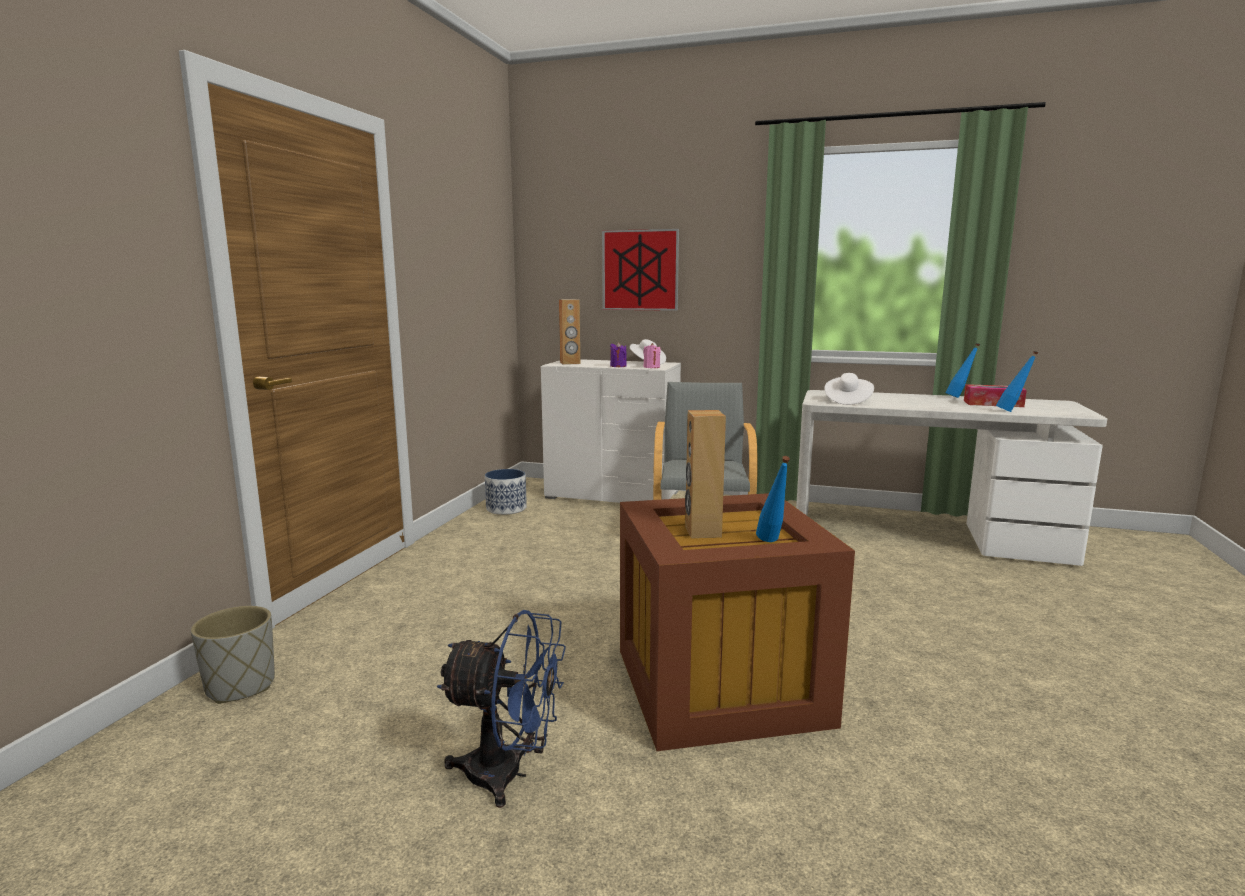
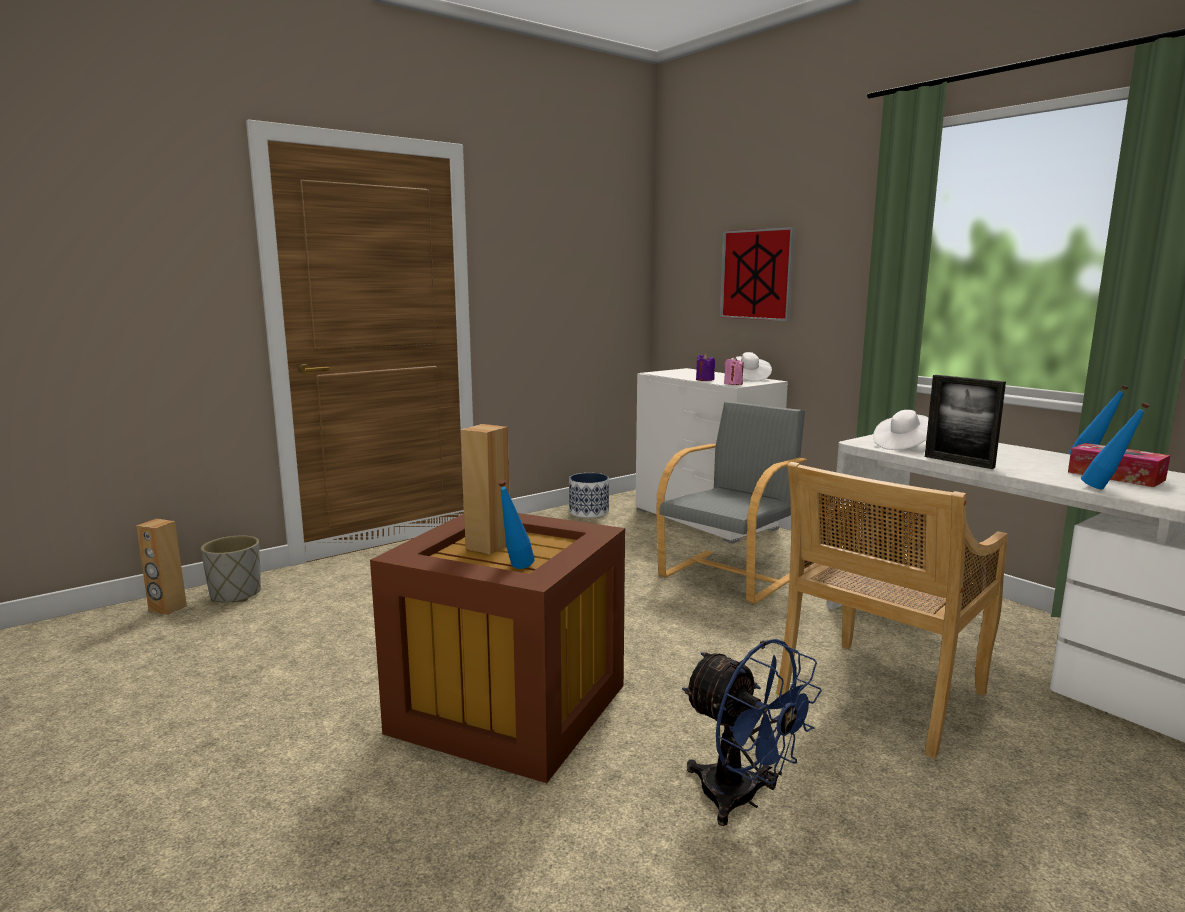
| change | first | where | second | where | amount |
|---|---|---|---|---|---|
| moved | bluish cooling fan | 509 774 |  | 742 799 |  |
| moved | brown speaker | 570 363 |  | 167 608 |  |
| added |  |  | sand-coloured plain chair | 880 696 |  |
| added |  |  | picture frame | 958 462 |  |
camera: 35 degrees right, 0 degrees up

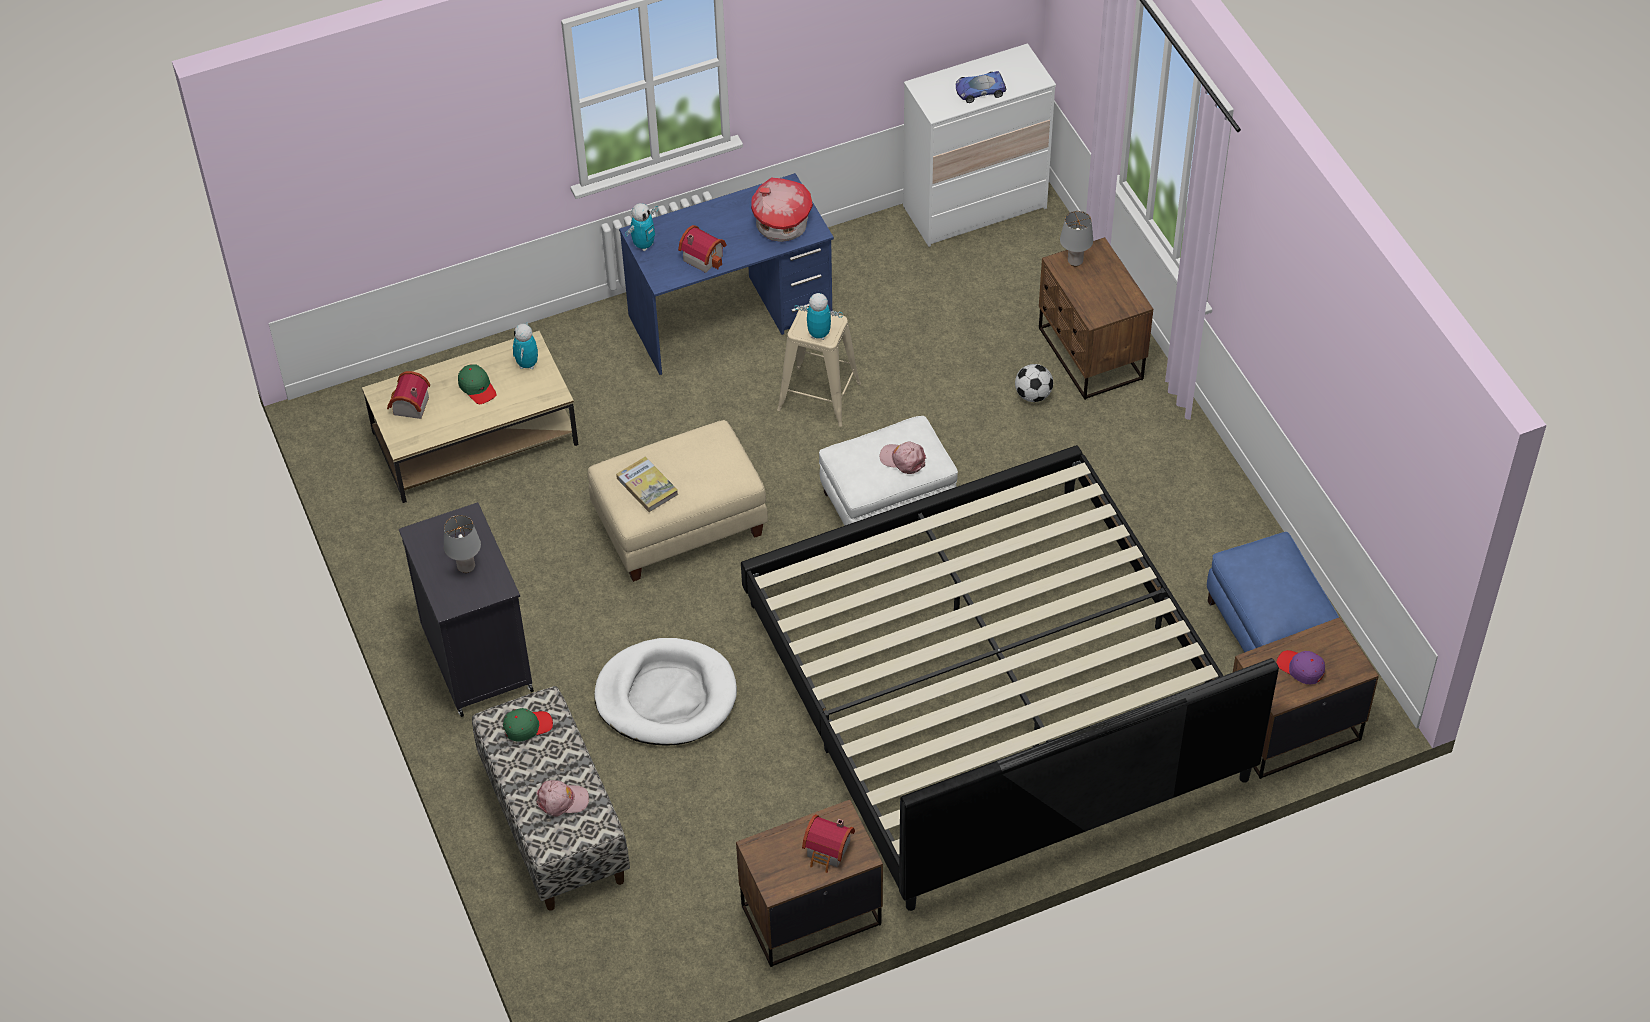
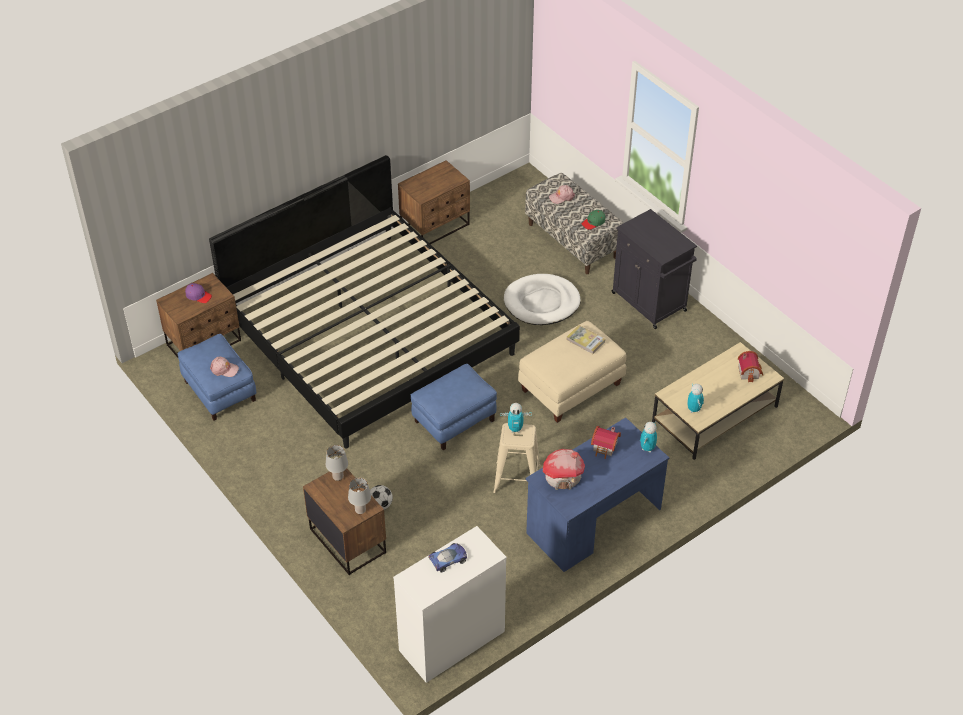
| change | first | where | second | where | amount |
|---|---|---|---|---|---|
| moved | grey tabletop lamp | 465 567 |  | 338 477 |  |
| removed | greenish cap | 477 388 |  |  |  |
| removed | model house | 828 851 |  |  |  |
| recoloured | white pouffe | 887 504 | bluish pouffe | 454 420 |  |
| moved | pink-coloured cap | 903 459 |  | 224 369 |  |
camera: 165 degrees right, 5 degrees down

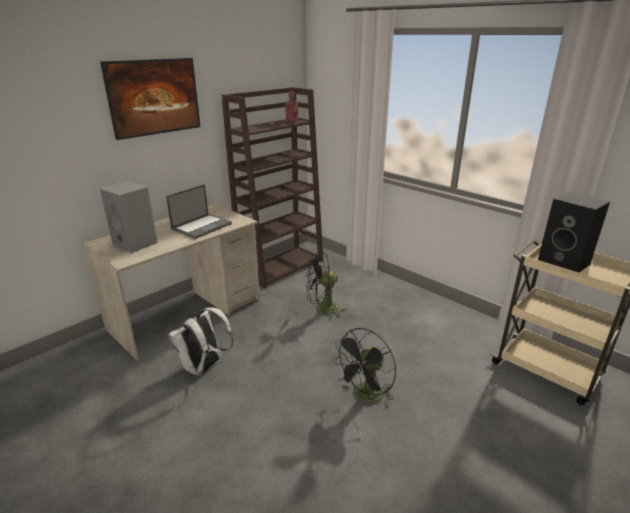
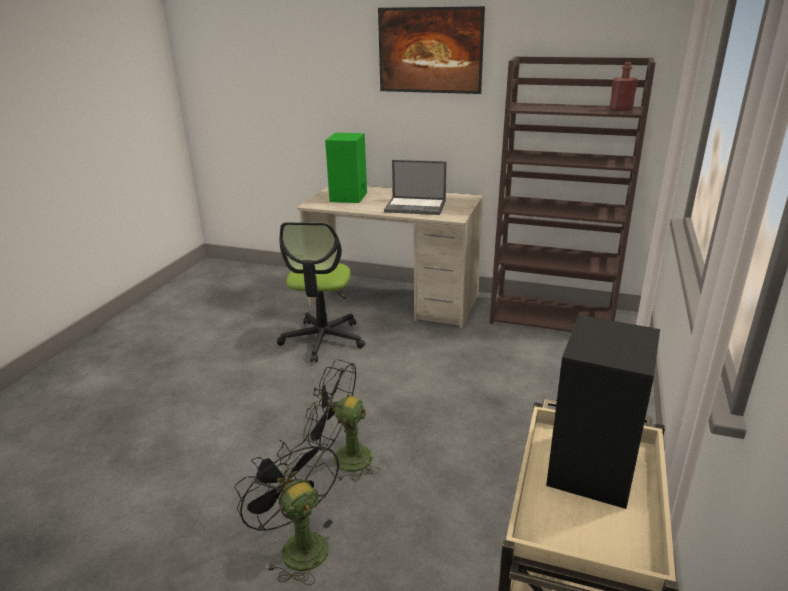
| change | first | where | second | where | amount |
|---|---|---|---|---|---|
| recoloured | grey speaker | 136 243 | greenish speaker | 349 197 |  |
| replaced | white backpack | 204 367 | office chair | 323 340 |  |
| moved | black cooling fan | 322 309 |  | 297 545 |  |
camera: 65 degrees right, 0 degrees up

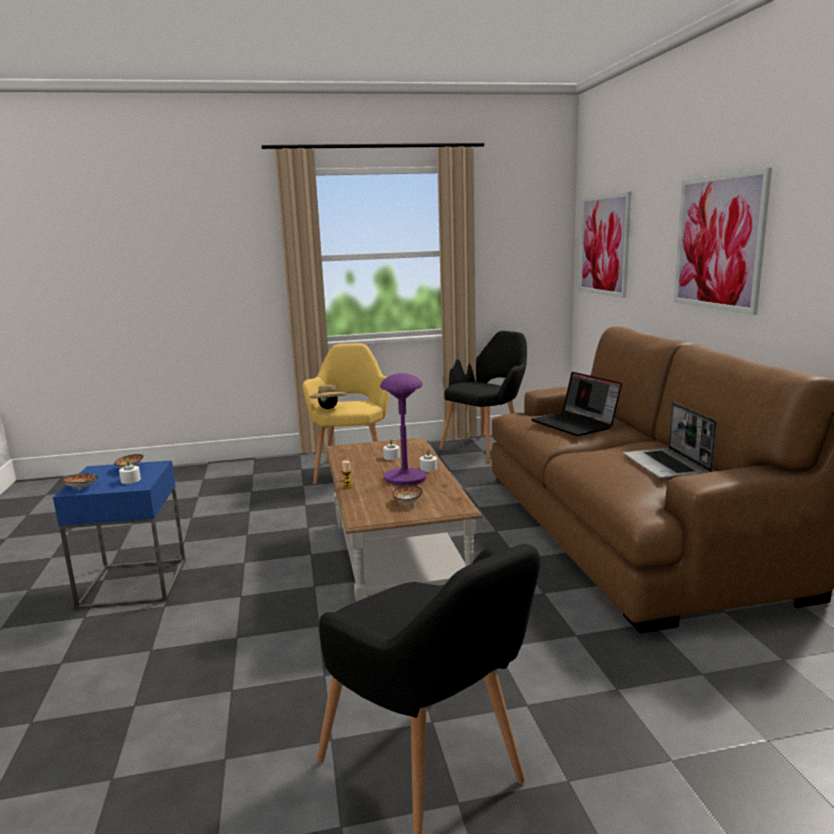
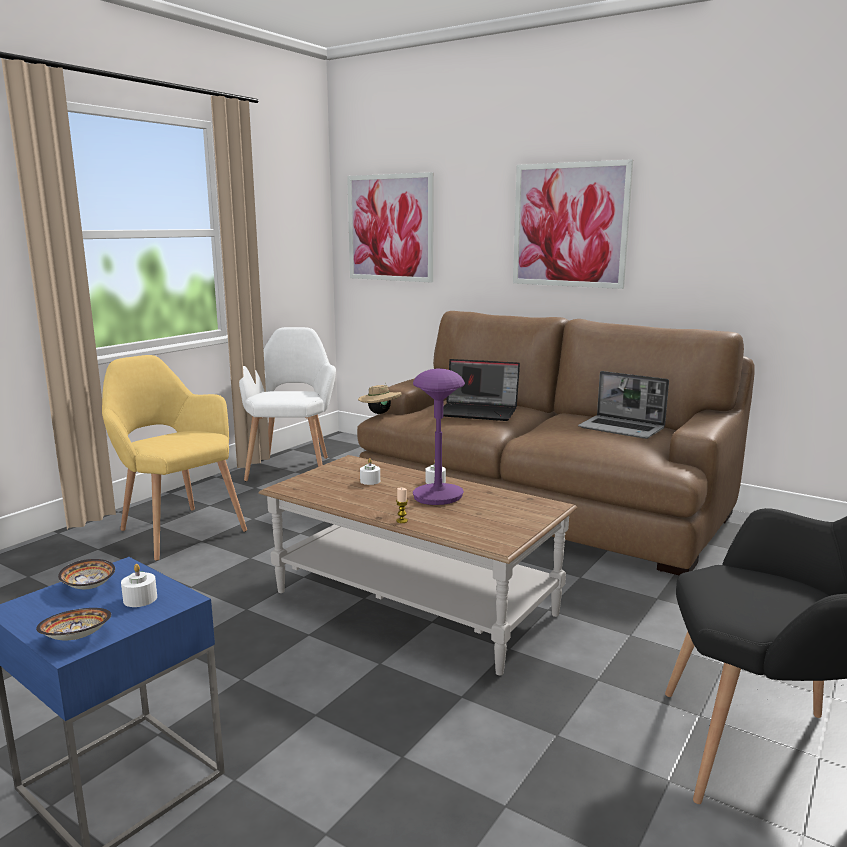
| change | first | where | second | where | amount |
|---|---|---|---|---|---|
| moved | sand-coloured wearable hat | 329 408 |  | 380 413 |  |
| removed | serving bowl | 407 502 |  |  |  |
| recoloured | black easy chair | 487 447 | white easy chair | 292 467 |  |
camera: 45 degrees left, 0 degrees up

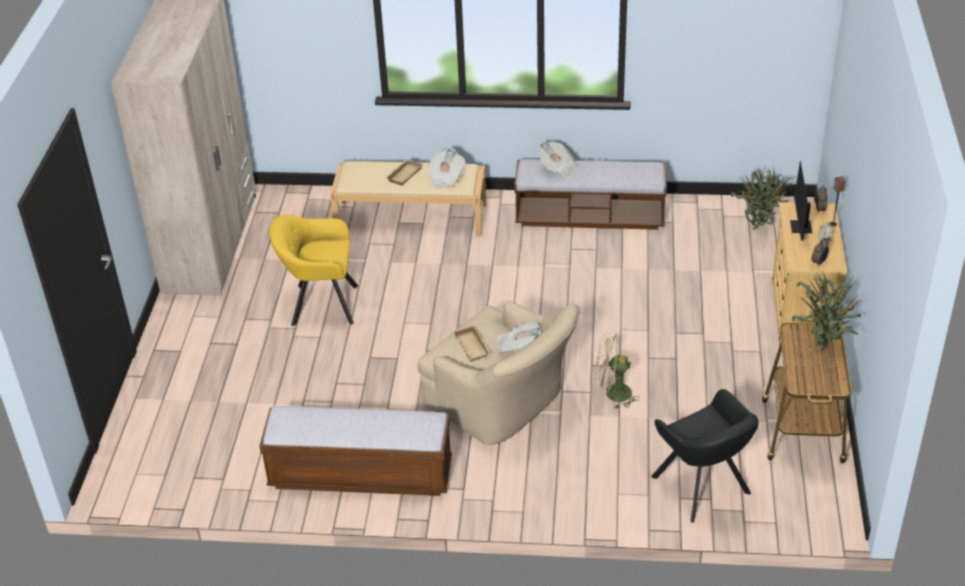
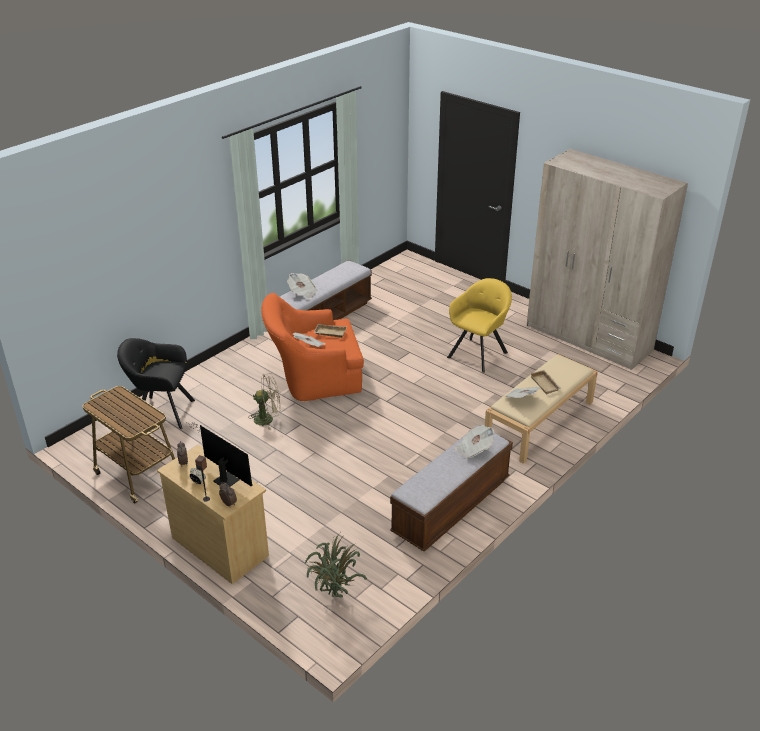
| change | first | where | second | where | amount |
|---|---|---|---|---|---|
| recoloured | sand-coloured easy chair | 503 404 | orange-coloured easy chair | 313 378 |  |
| turned | sand-coloured cooling fan | 612 394 |  | 268 419 | 45 degrees clockwise |
| removed | potted plant | 824 344 |  |  |  |
| added |  |  | daily paper | 302 293 |  |
camera: 125 degrees right, 5 degrees down

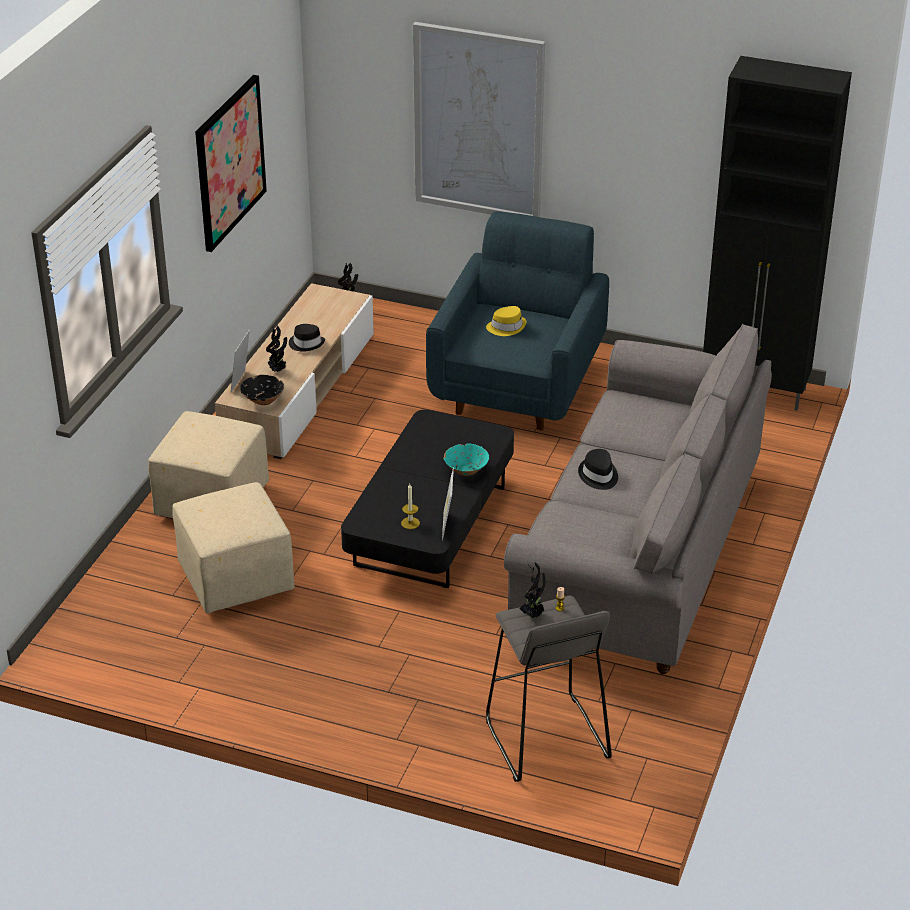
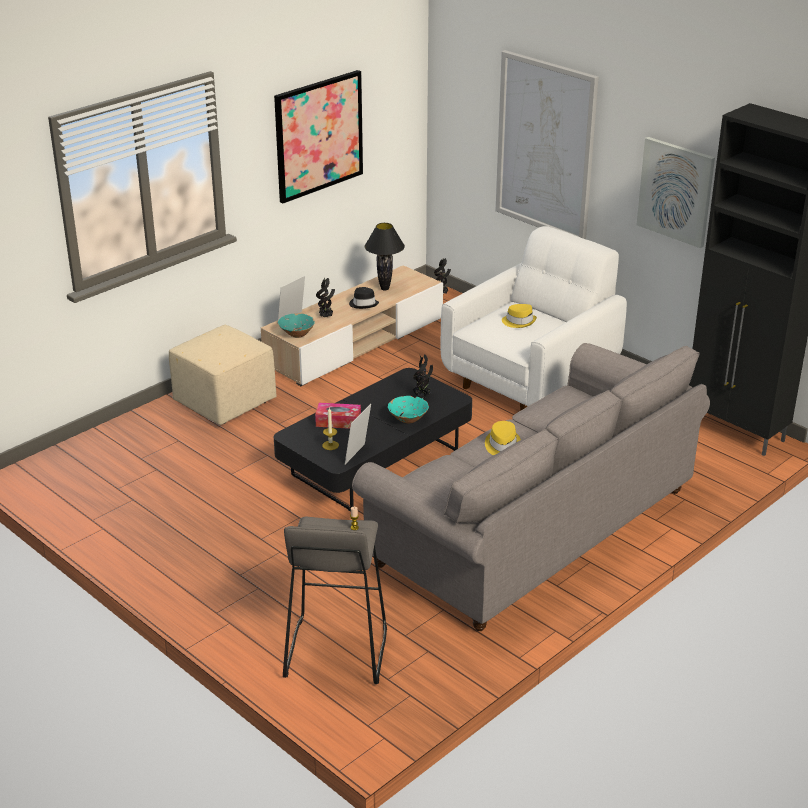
| change | first | where | second | where | amount |
|---|---|---|---|---|---|
| removed | sand-coloured pouffe | 234 579 |  |  |  |
| recoloured | black serving bowl | 263 400 | turquoise-coloured serving bowl | 297 334 |  |
| recoloured | bluish easy chair | 518 384 | white easy chair | 531 378 |  |
| moved | potted plant | 533 614 |  | 422 397 |  |
| recoloured | black wearable hat | 598 476 | yellow-coloured wearable hat | 502 446 |  |
| added |  |  | tissue holder | 338 421 |  |
| added |  |  | black tabletop lamp | 385 289 |  |
| added |  |  | wall picture | 676 191 |  |
camera: 25 degrees right, 5 degrees down

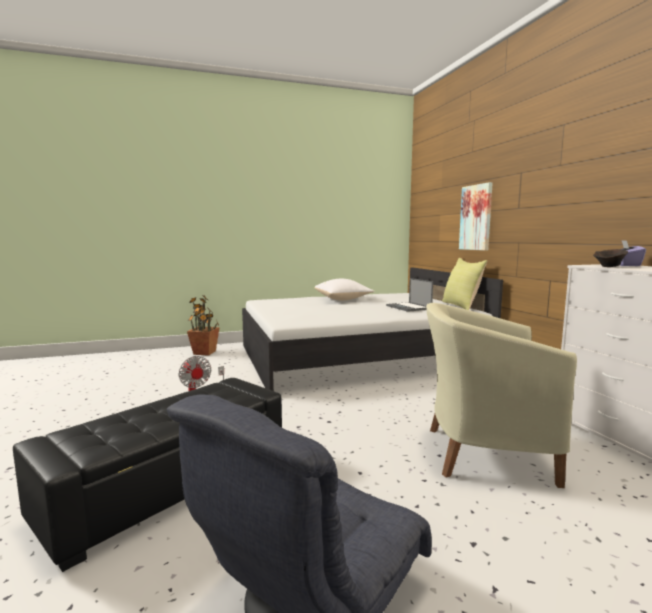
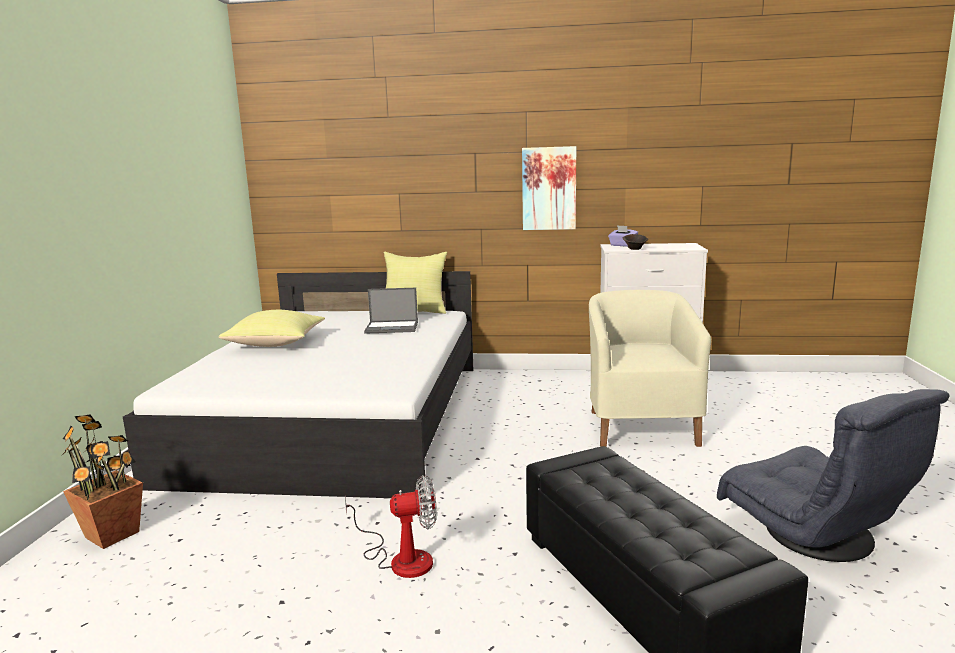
| change | first | where | second | where | amount |
|---|---|---|---|---|---|
| recoloured | white throw pillow | 343 300 | yellow-coloured throw pillow | 277 343 |  |
| turned | sand-coloured easy chair | 483 453 |  | 640 426 | 150 degrees clockwise |
| moved | wall picture | 476 217 |  | 549 188 |  |
camera: 65 degrees left, 5 degrees up

